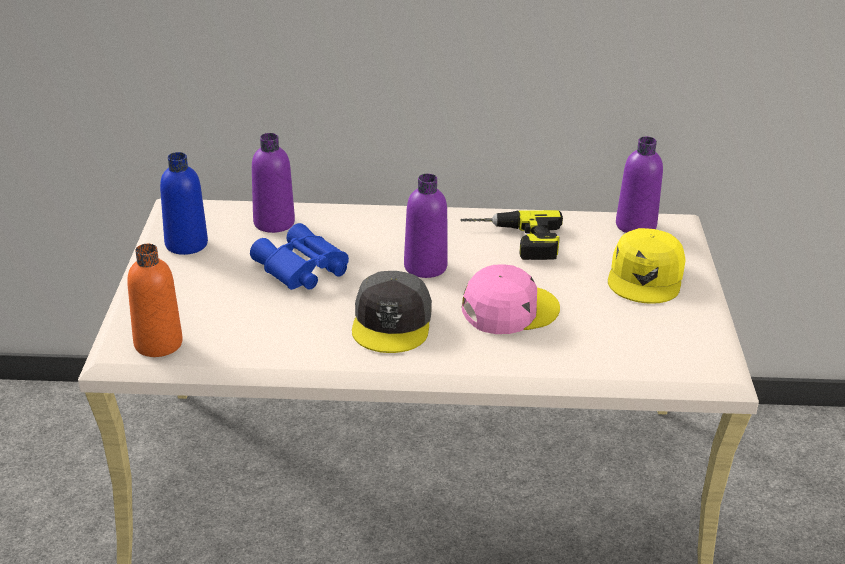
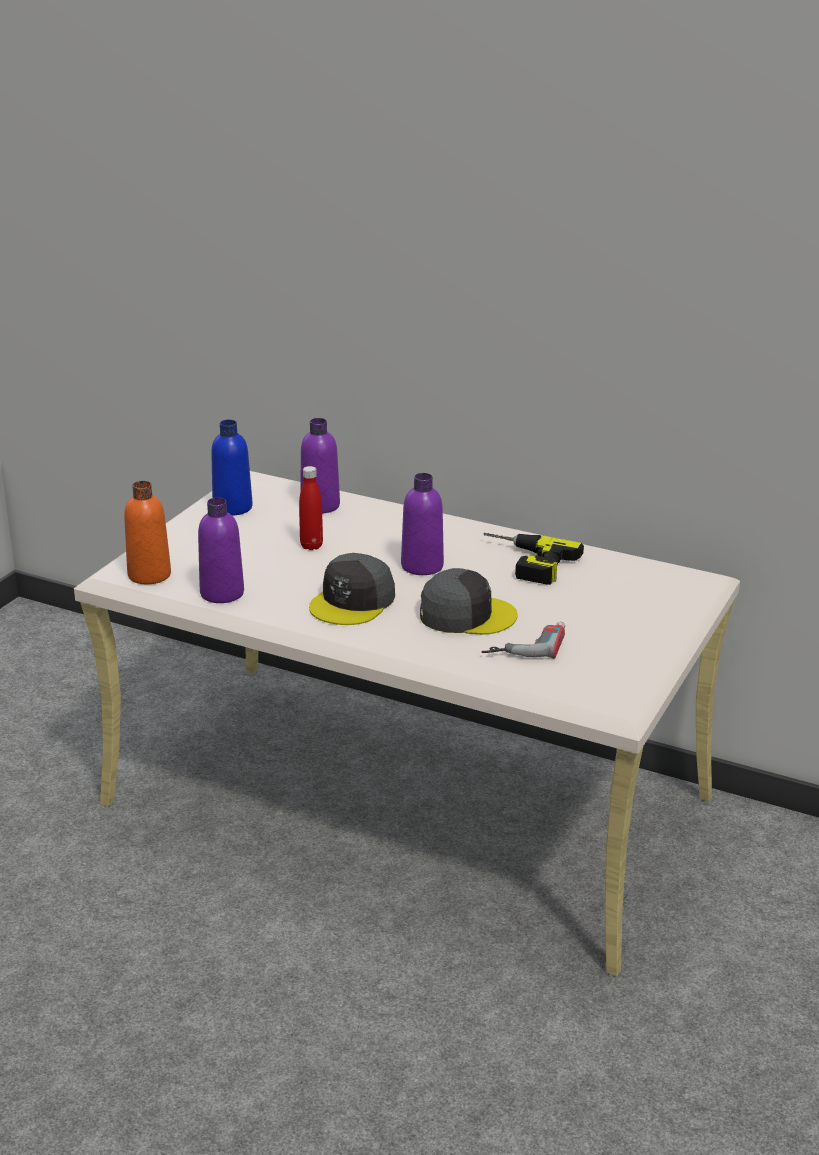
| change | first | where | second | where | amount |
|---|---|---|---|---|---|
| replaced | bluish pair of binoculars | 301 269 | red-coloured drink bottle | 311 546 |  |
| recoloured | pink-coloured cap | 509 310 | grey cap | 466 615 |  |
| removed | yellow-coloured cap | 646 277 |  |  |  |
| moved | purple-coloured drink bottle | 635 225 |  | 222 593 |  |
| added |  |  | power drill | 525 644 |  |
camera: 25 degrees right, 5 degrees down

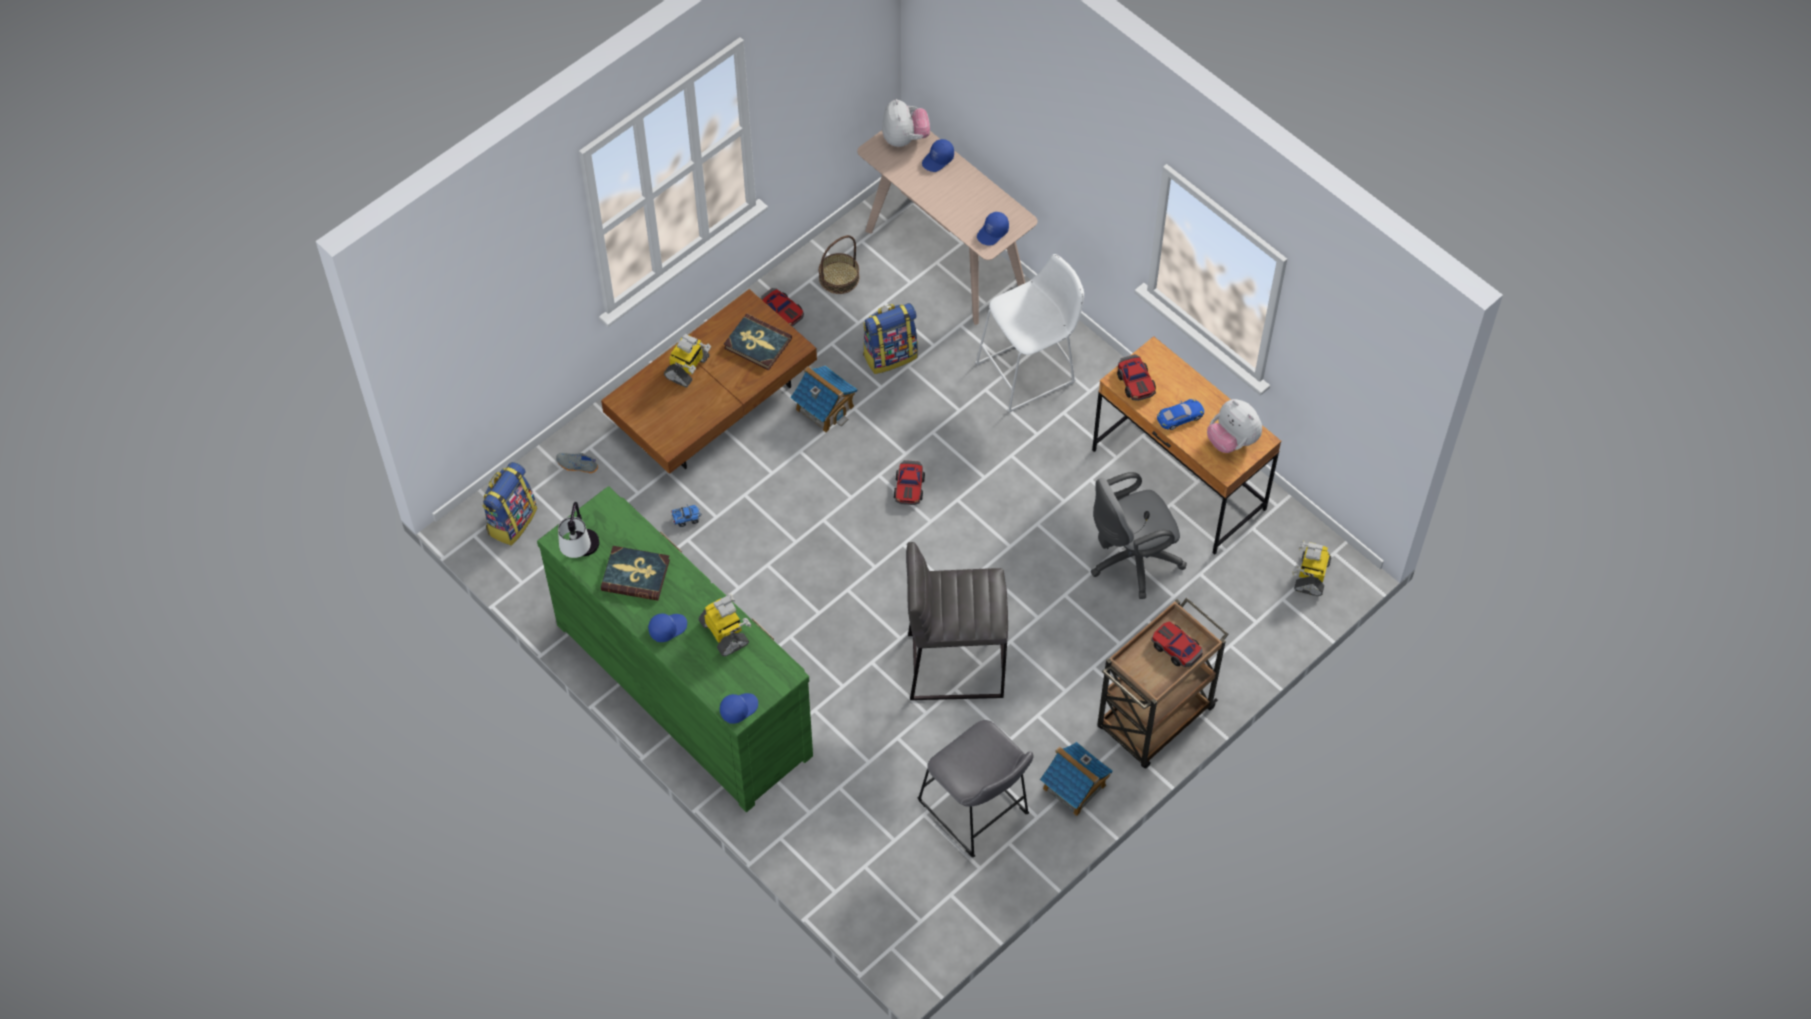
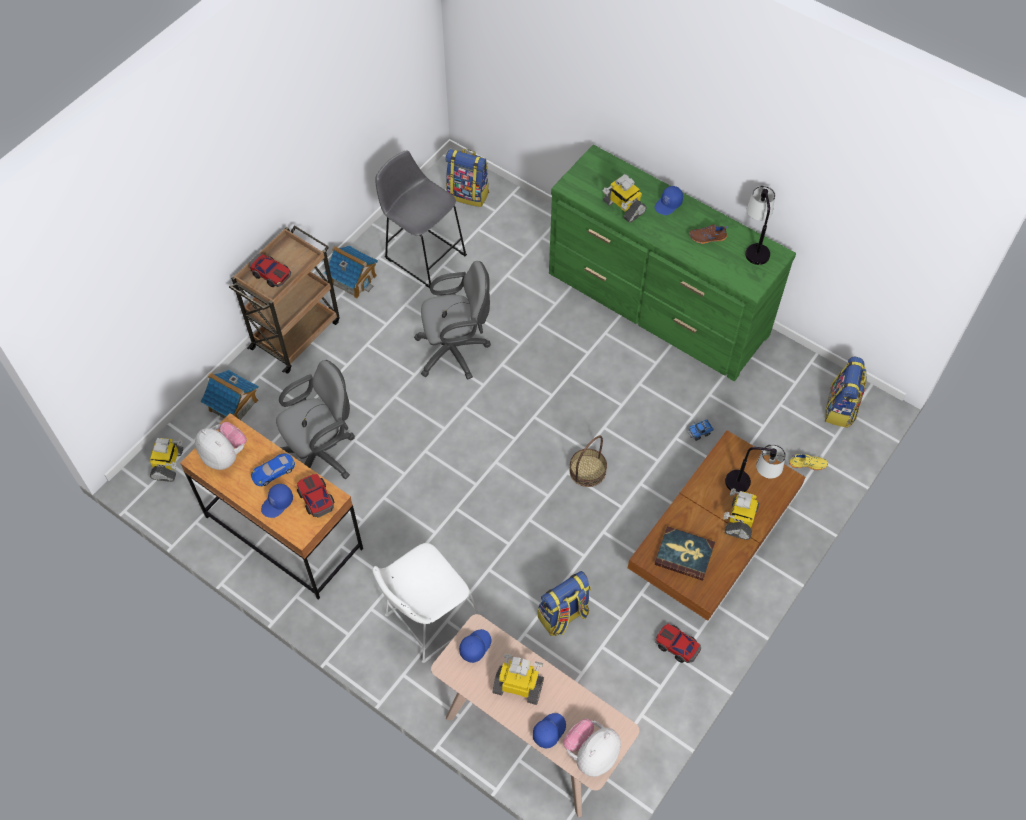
| change | first | where | second | where | amount |
|---|---|---|---|---|---|
| recoloured | grey shoe | 577 465 | yellow-coloured shoe | 807 463 |  |
| replaced | volume | 635 575 | brown shoe | 707 238 |  |
| moved | bluish cap | 738 708 |  | 277 503 |  |
| moved | model house | 824 408 |  | 233 405 |  |
| moved | storage basket | 839 277 |  | 587 471 |  |
| turned | plush toy | 905 138 |  | 591 754 | 60 degrees clockwise |
| removed | miniature car | 909 487 |  |  |  |
| replaced | grey stool | 954 664 | grey office chair | 456 351 |  |
| added |  |  | backpack | 468 194 |  |
| added |  |  | robot figure | 519 686 |  |
| added |  |  | tabletop lamp | 750 483 |  |
camera: 170 degrees right, 0 degrees up

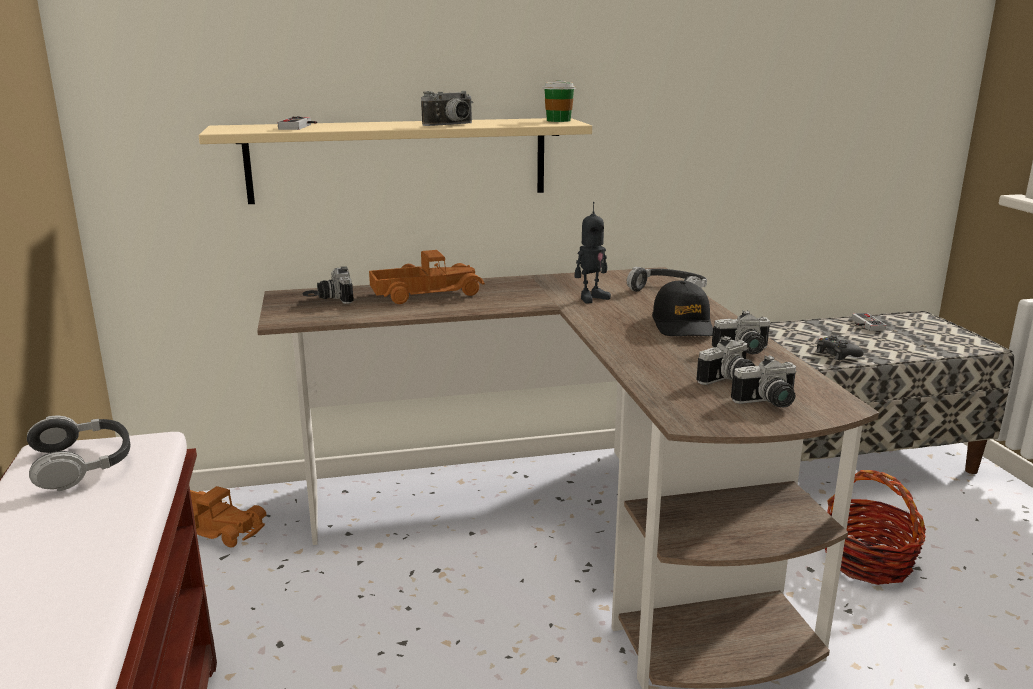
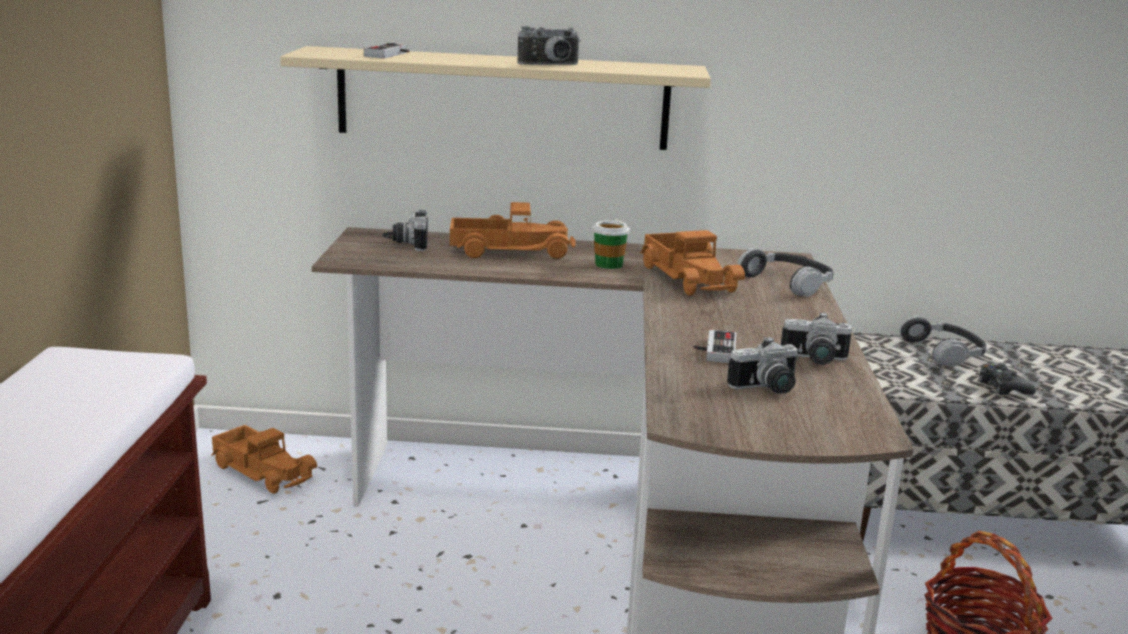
| change | first | where | second | where | amount |
|---|---|---|---|---|---|
| moved | pair of headphones | 82 463 |  | 944 352 |  |
| moved | small cup | 558 120 |  | 608 264 |  |
| replaced | robot figure | 591 298 | model truck | 690 278 |  |
| removed | black cap | 683 325 |  |  |  |
| removed | photo camera | 768 403 |  |  |  |
| moved | joypad | 864 324 |  | 714 350 |  |
camera: 15 degrees right, 0 degrees up

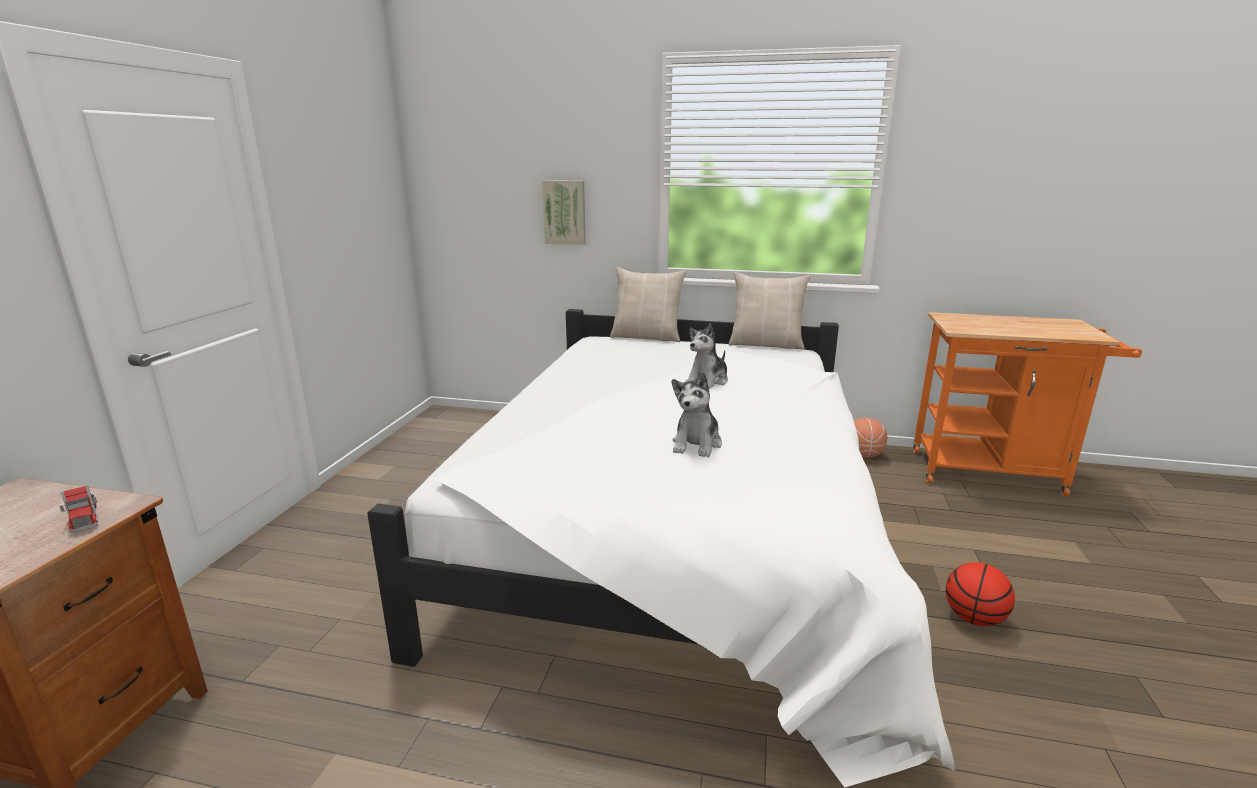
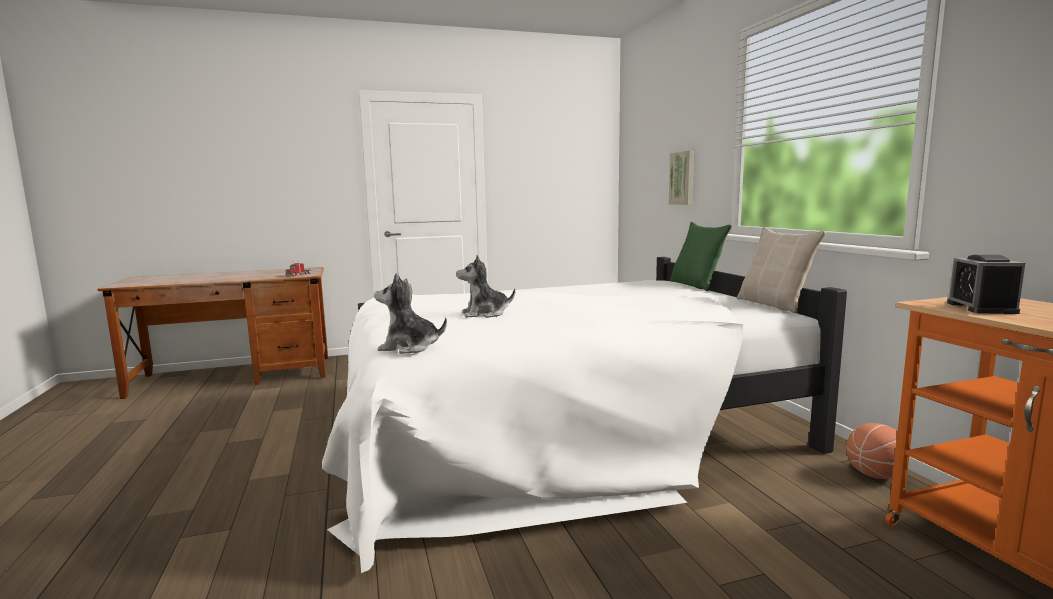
| change | first | where | second | where | amount |
|---|---|---|---|---|---|
| recoloured | sand-coloured throw pillow | 647 337 | greenish throw pillow | 697 285 |  |
| moved | plush toy | 708 381 |  | 409 347 |  |
| removed | basketball | 974 618 |  |  |  |
| added |  |  | alarm clock | 981 308 |  |
camera: 60 degrees right, 10 degrees down

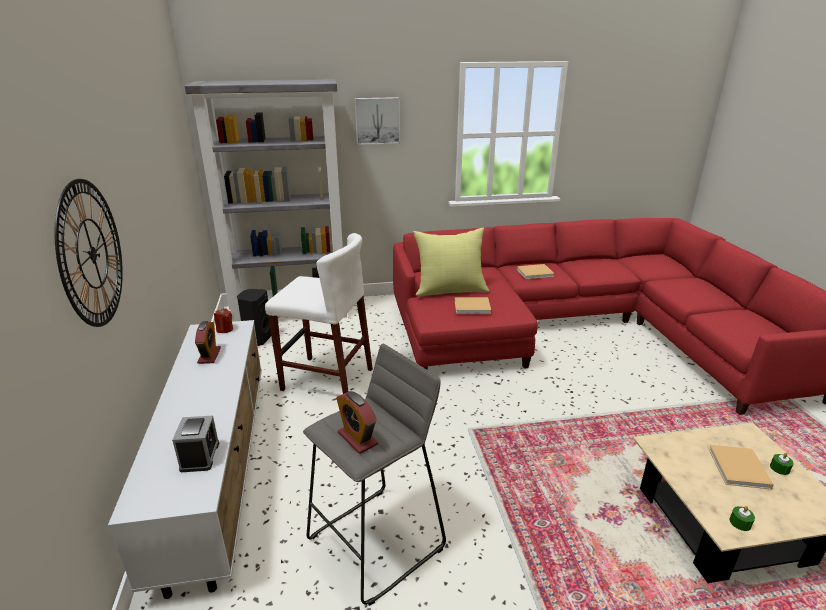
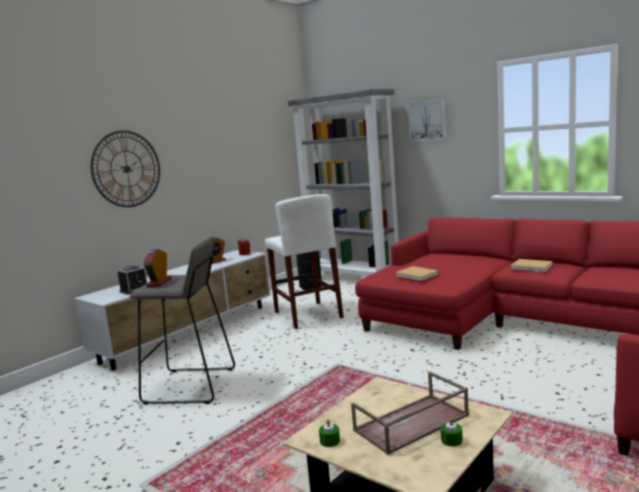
| change | first | where | second | where | amount |
|---|---|---|---|---|---|
| removed | yellow-coloured throw pillow | 450 290 |  |  |  |
| replaced | sand-coloured volume | 739 469 | brown tray | 411 424 |  |
camera: 50 degrees right, 15 degrees down

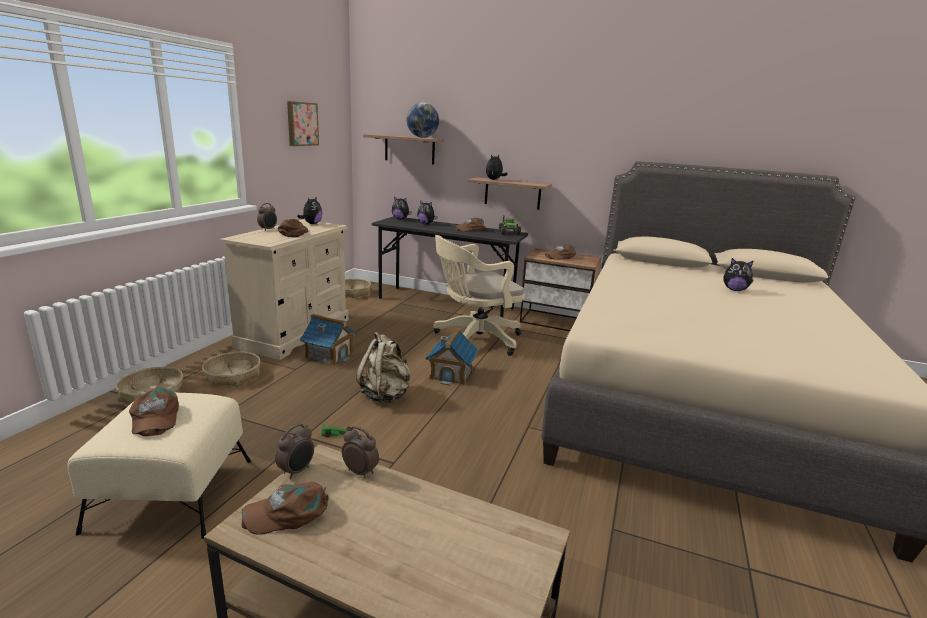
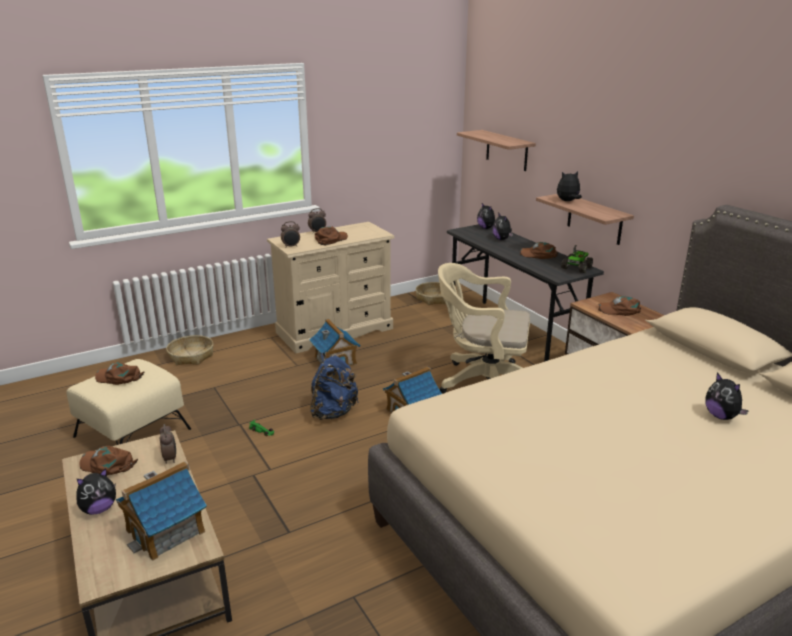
| change | first | where | second | where | amount |
|---|---|---|---|---|---|
| turned | brown cap | 154 417 |  | 119 377 | 90 degrees clockwise |
| removed | storage basket | 233 376 |  |  |  |
| moved | alarm clock | 297 471 |  | 291 246 |  |
| removed | wall picture | 301 124 |  |  |  |
| moved | plush toy | 312 223 |  | 99 509 |  |
| recoloured | sand-coloured backpack | 385 395 | bluish backpack | 333 412 |  |
| removed | world globe | 422 137 |  |  |  |
| added |  |  | model house | 166 531 |  |
camera: 40 degrees right, 5 degrees up

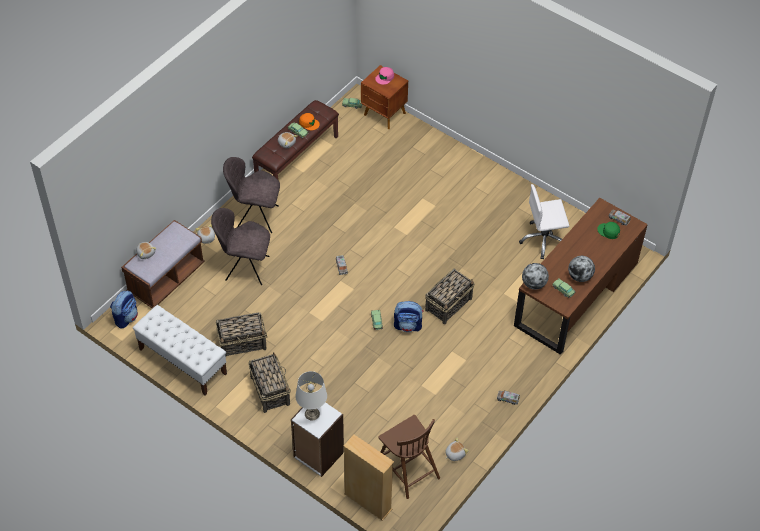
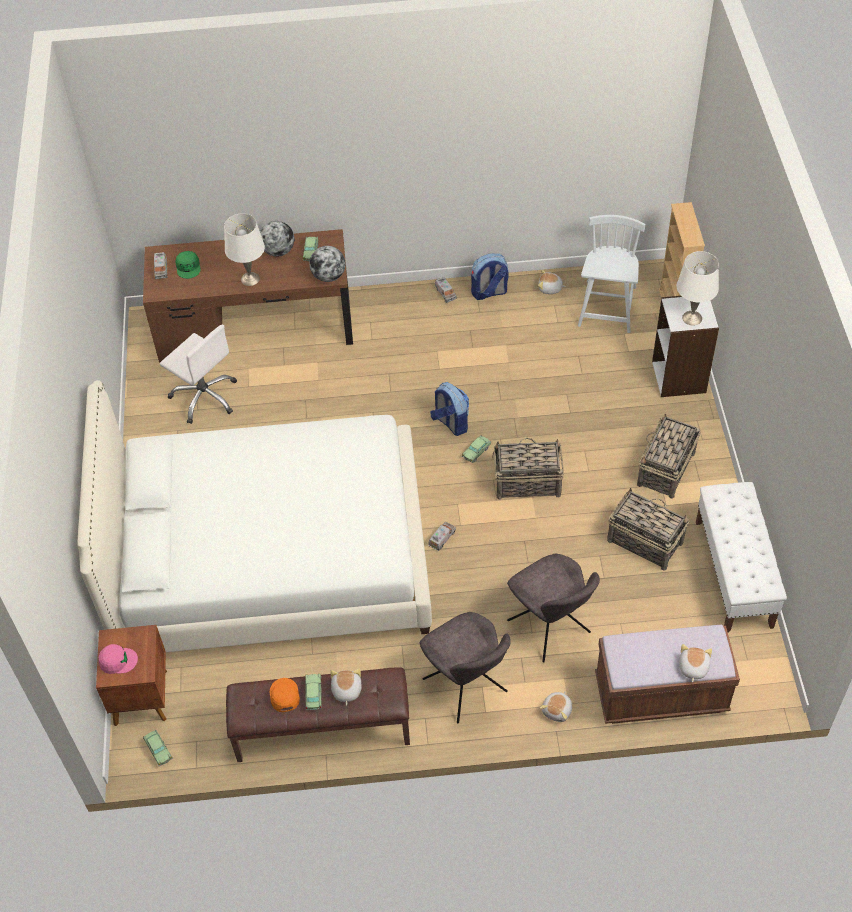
| change | first | where | second | where | amount |
|---|---|---|---|---|---|
| moved | backpack | 126 317 |  | 489 293 |  |
| recoloured | brown plain chair | 407 469 | white plain chair | 607 308 |  |
| moved | storage basket | 449 304 |  | 526 482 |  |
| added |  |  | white bed | 271 558 |  |
| added |  |  | white tabletop lamp | 250 278 |  |
camera: 130 degrees left, 0 degrees up

